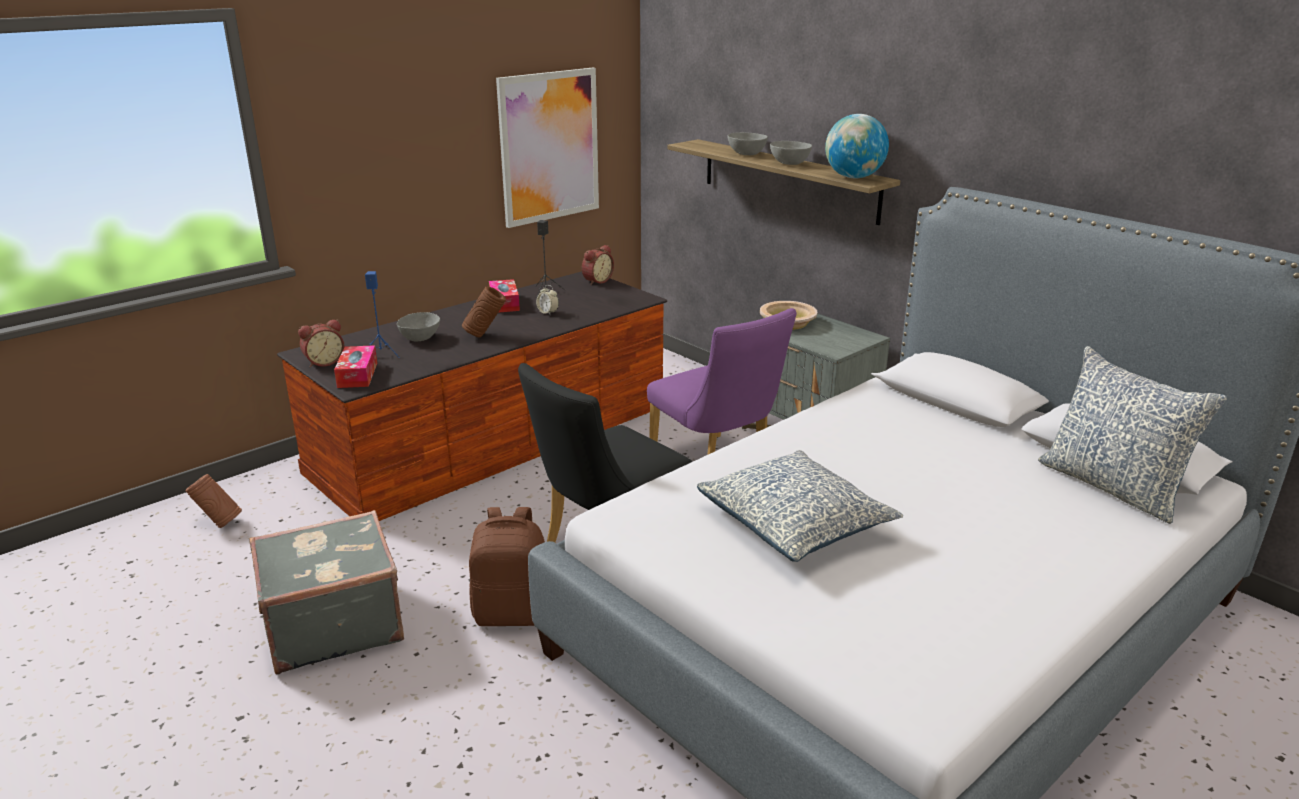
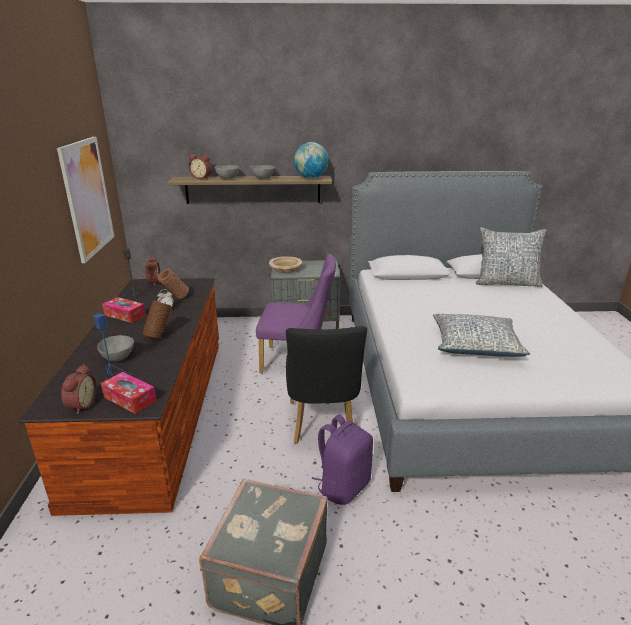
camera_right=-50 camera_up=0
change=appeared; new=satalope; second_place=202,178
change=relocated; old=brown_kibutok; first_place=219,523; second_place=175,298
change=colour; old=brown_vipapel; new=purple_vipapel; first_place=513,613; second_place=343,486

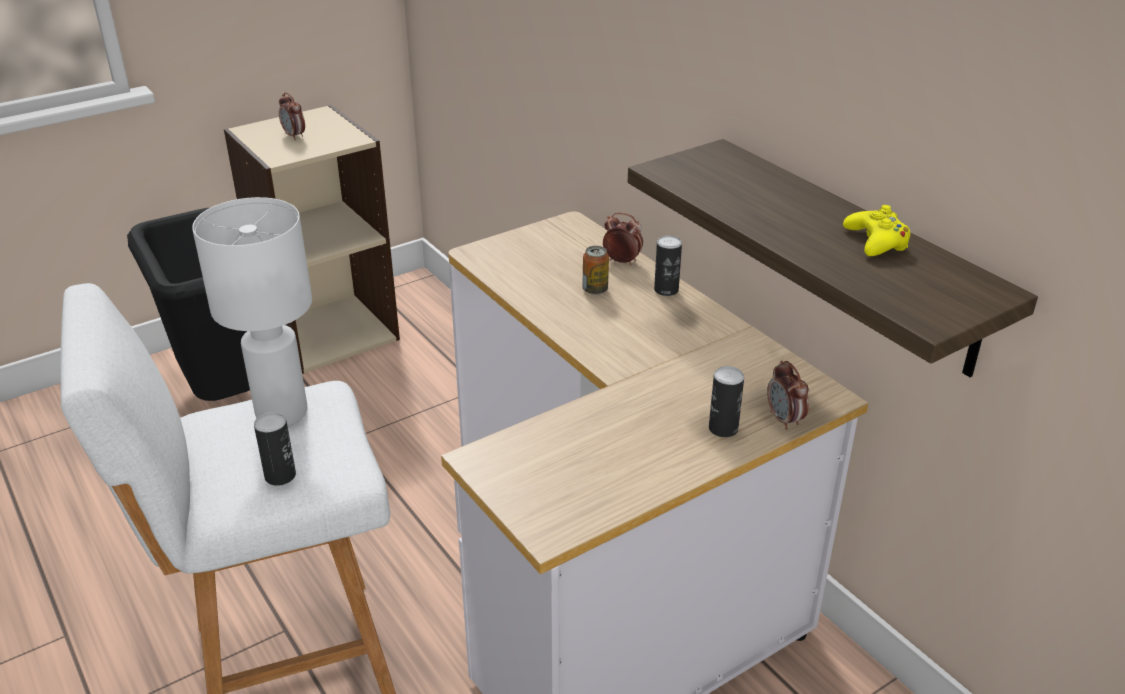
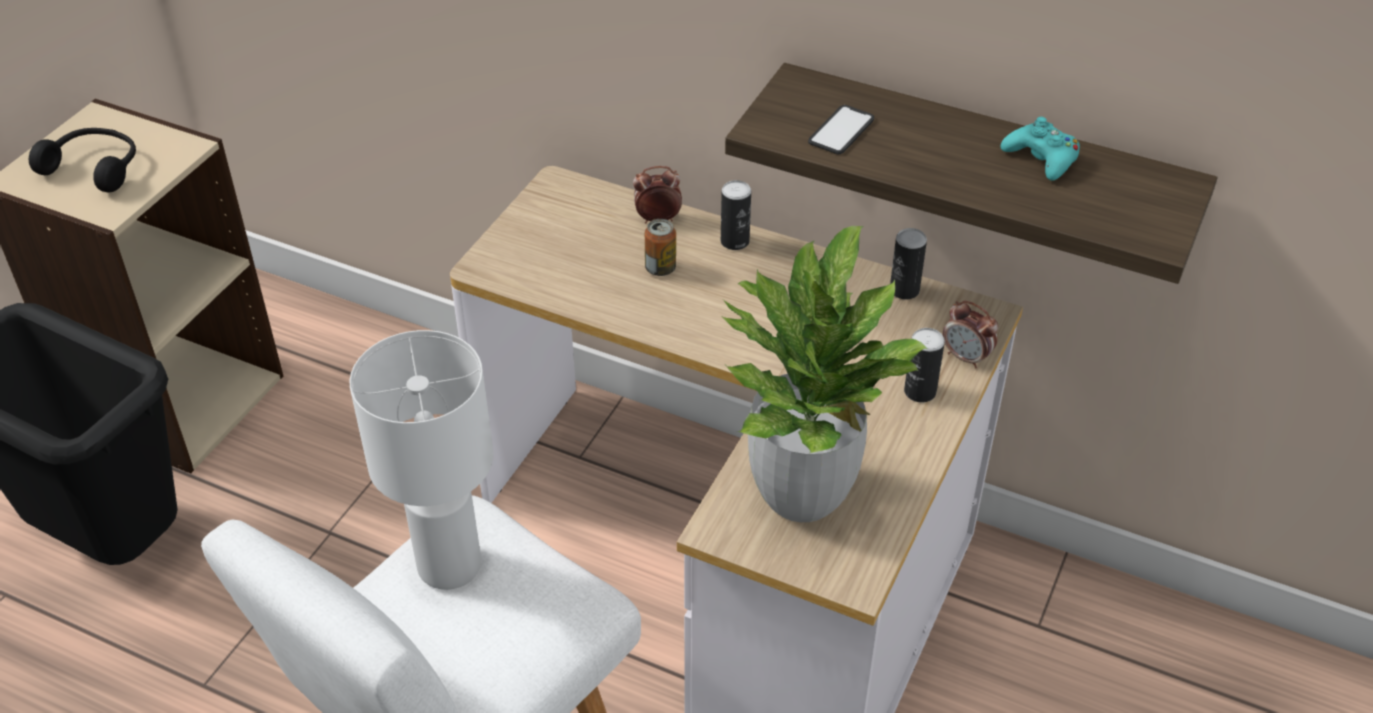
camera_right=-30 camera_up=10
change=appeared; new=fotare; second_place=801,494
change=appeared; new=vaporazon; second_place=841,131
change=relocated; old=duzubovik; first_place=280,476; second_place=904,290
change=exchanged; old=satalope; new=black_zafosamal; first_place=294,136; second_place=95,167
change=colour; old=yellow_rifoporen; new=turquoise_rifoporen; first_place=876,242; second_place=1042,158

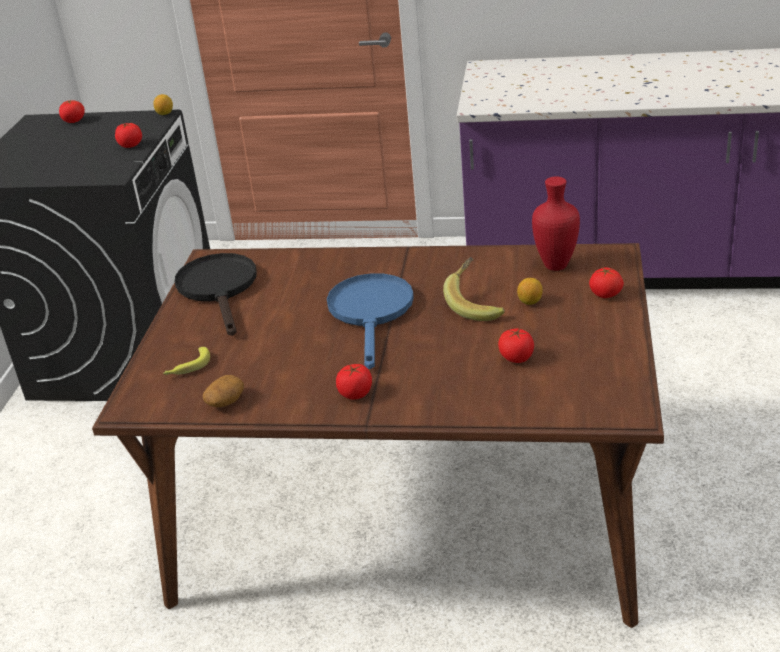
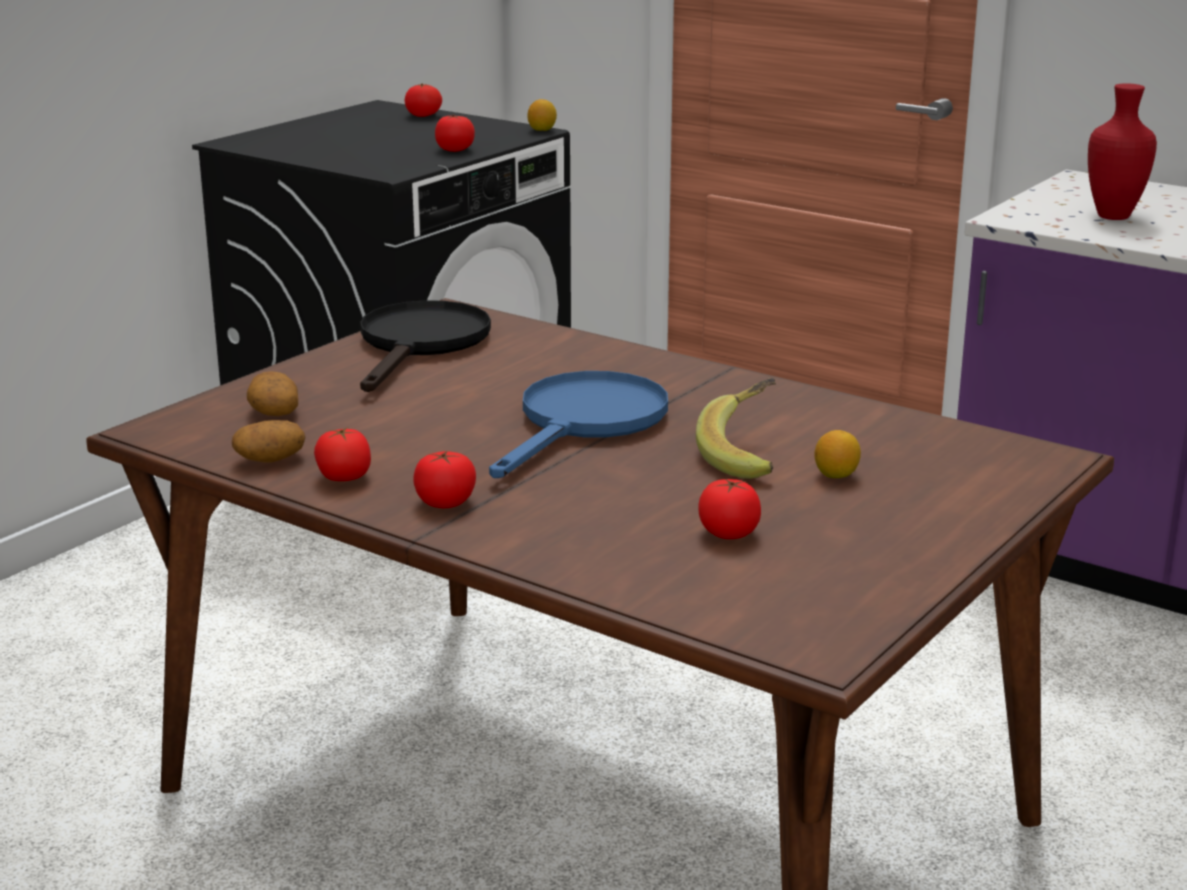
camera_right=25 camera_up=-10
change=relocated; old=red_kibutok; first_place=554,266; second_place=1111,216
change=relocated; old=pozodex; first_place=605,294; second_place=344,477
change=exchanged; old=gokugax; new=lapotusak; first_place=188,367; second_place=273,411

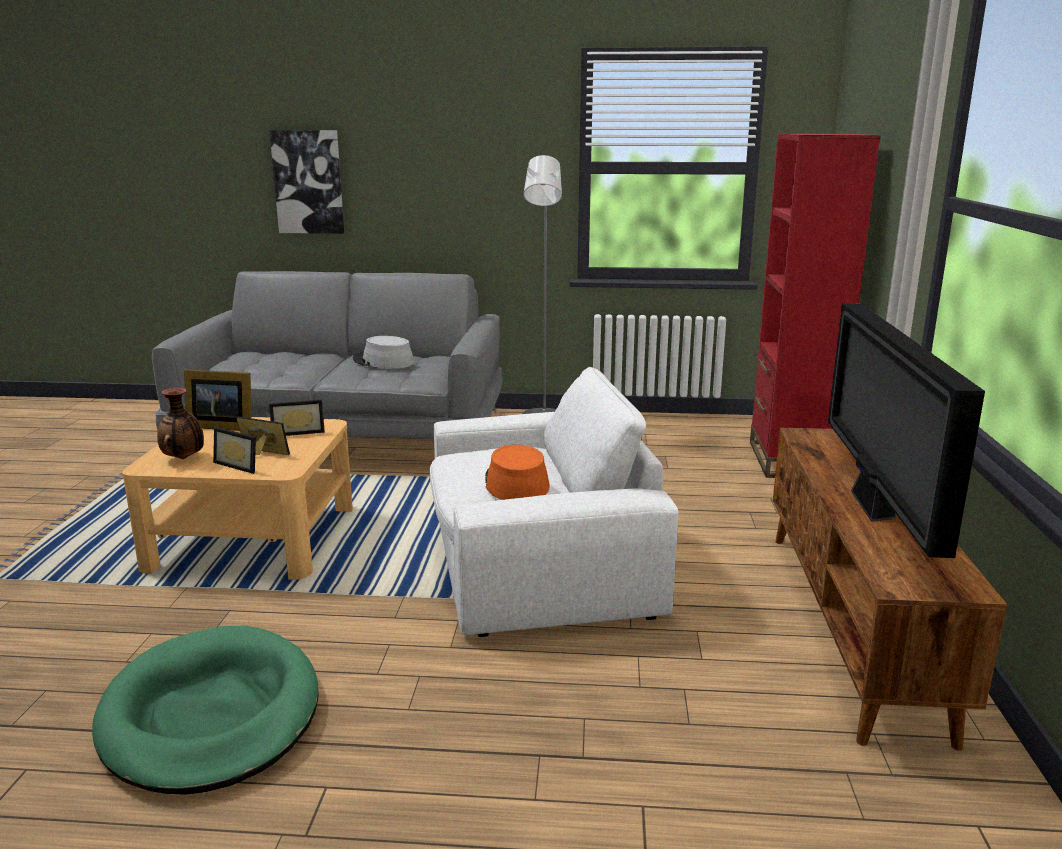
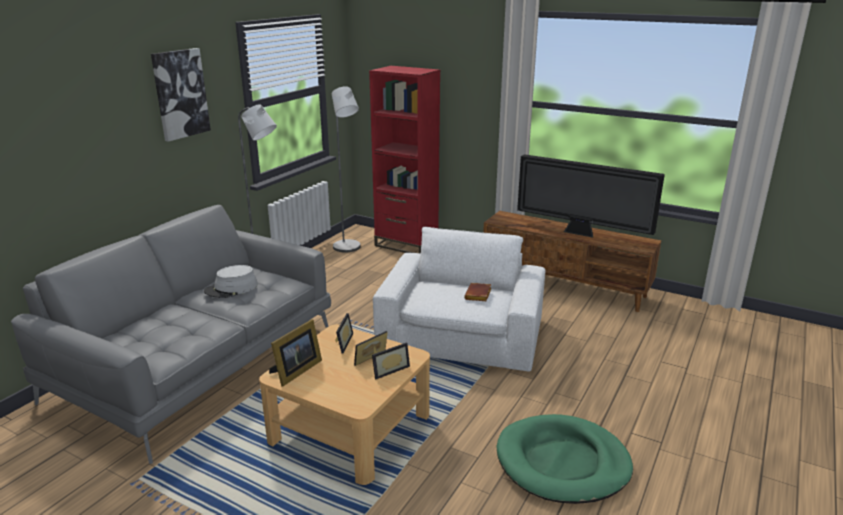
camera_right=-65 camera_up=5
change=missing; old=kibutok; first_place=184,458
change=appeared; new=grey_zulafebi; second_place=349,248
change=relocated; old=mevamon; first_place=308,182; second_place=180,94
change=exchanged; old=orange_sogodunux; new=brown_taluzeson; first_place=515,483; second_place=479,295

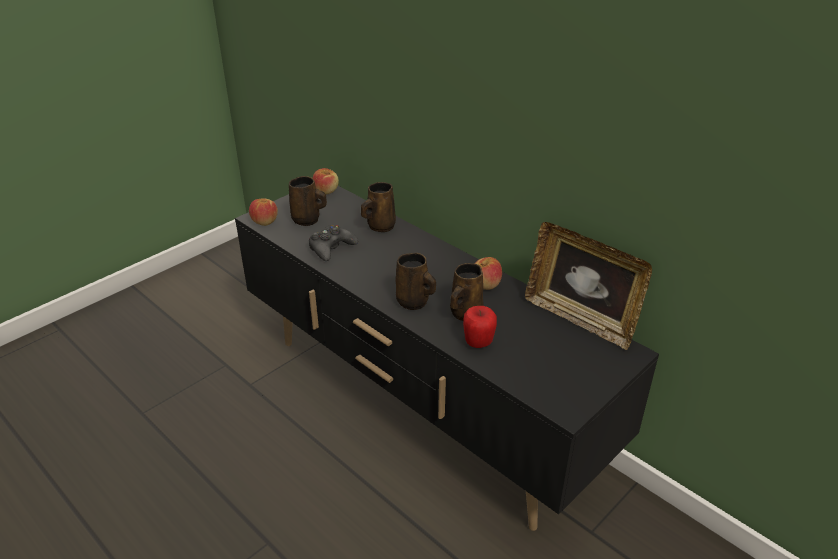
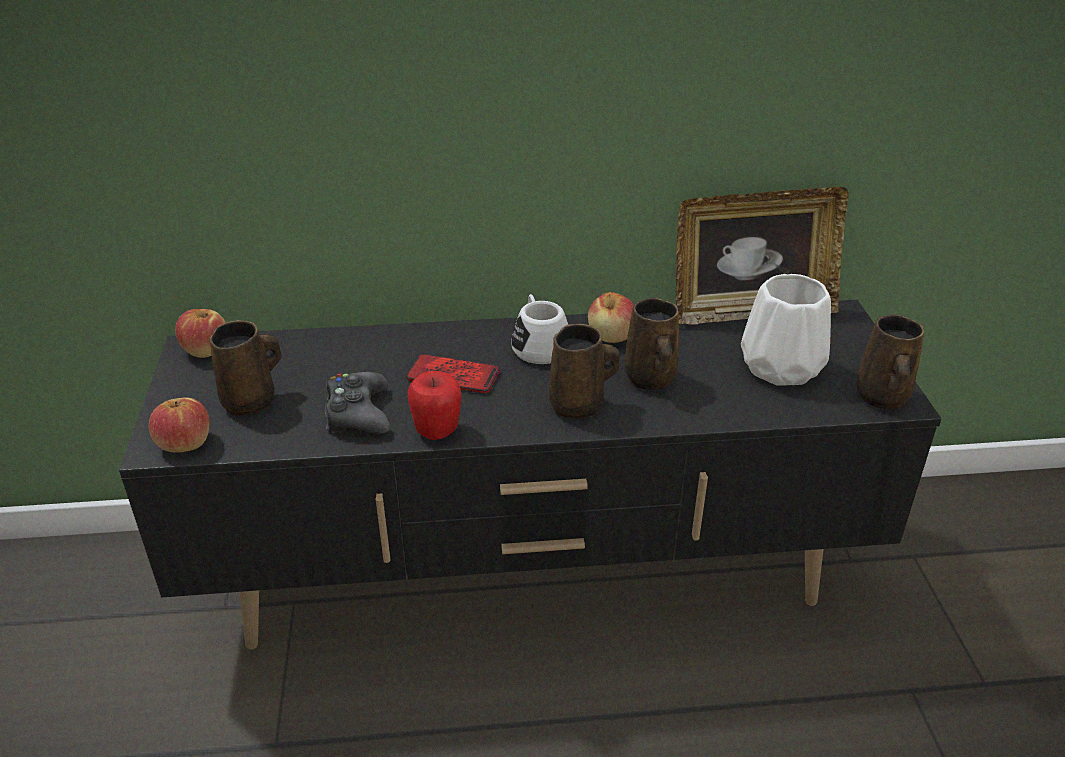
camera_right=-50 camera_up=0
change=appeared; new=vaporazon; second_place=453,375
change=appeared; new=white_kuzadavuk; second_place=539,345
change=appeared; new=white_kibutok; second_place=782,366
change=relocated; old=brown_kuzadavuk; first_place=380,226; second_place=882,398
change=relocated; old=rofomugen; first_place=478,343; second_place=437,431

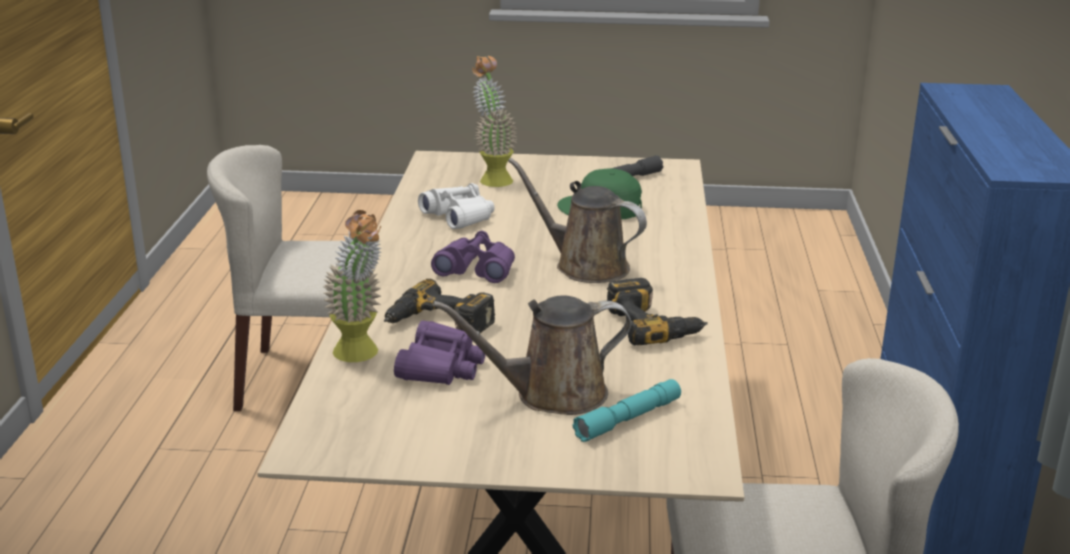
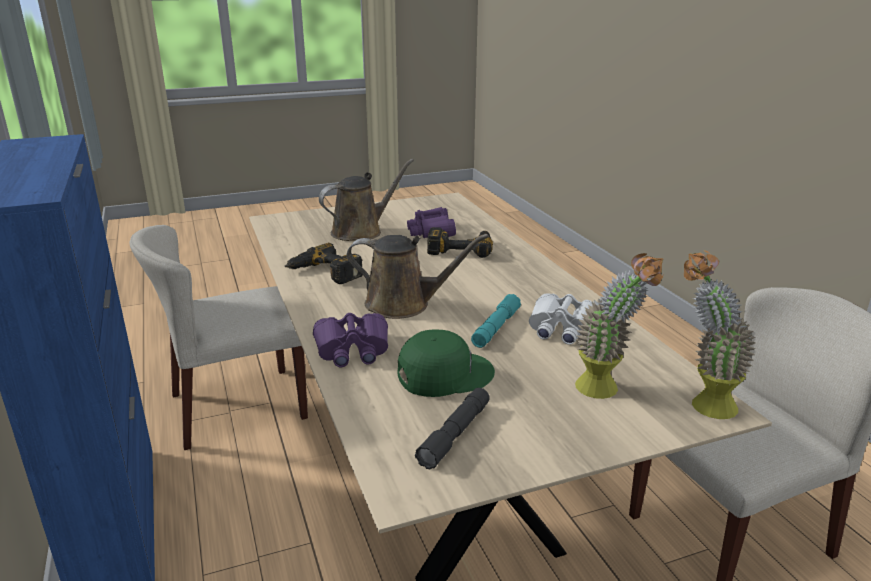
camera_right=155 camera_up=0
change=relocated; old=fotare; first_place=361,356; second_place=702,403
change=relocated; old=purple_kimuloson; first_place=476,270; second_place=352,350
change=relocated; old=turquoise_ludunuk; first_place=628,419; second_place=496,328

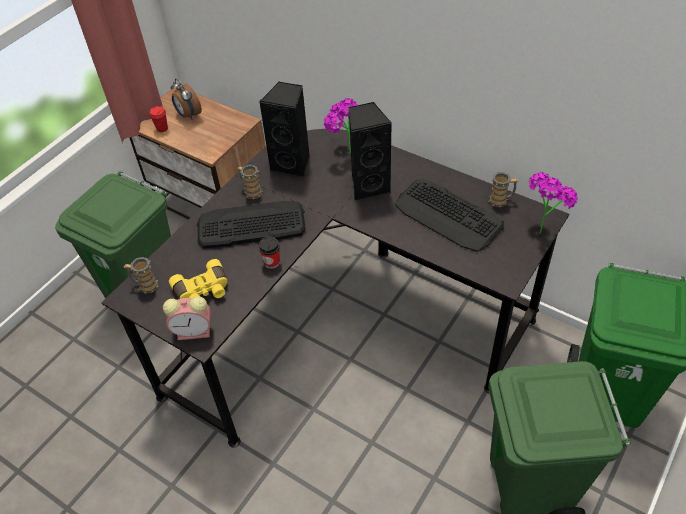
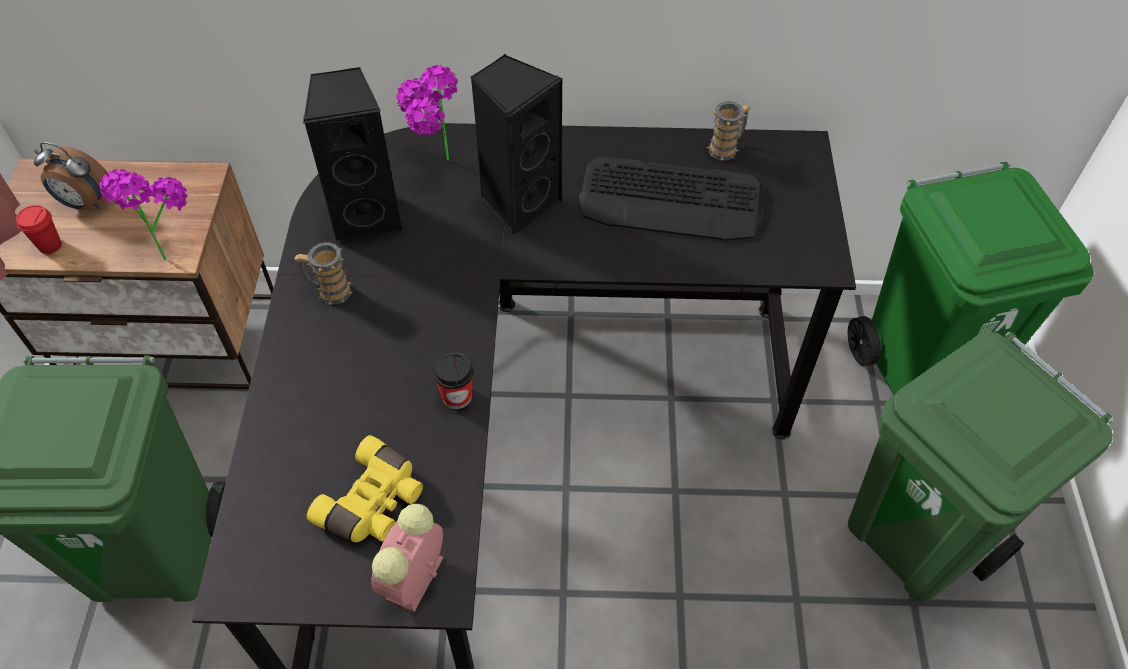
camera_right=-35 camera_up=5
change=missing; old=kuzadavuk; first_place=145,285
change=missing; old=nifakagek; first_place=251,225
change=relocated; old=fotare; first_place=542,226; second_place=166,248
change=spun; old=satalope; first_place=195,331; second_place=414,581; degrees=150

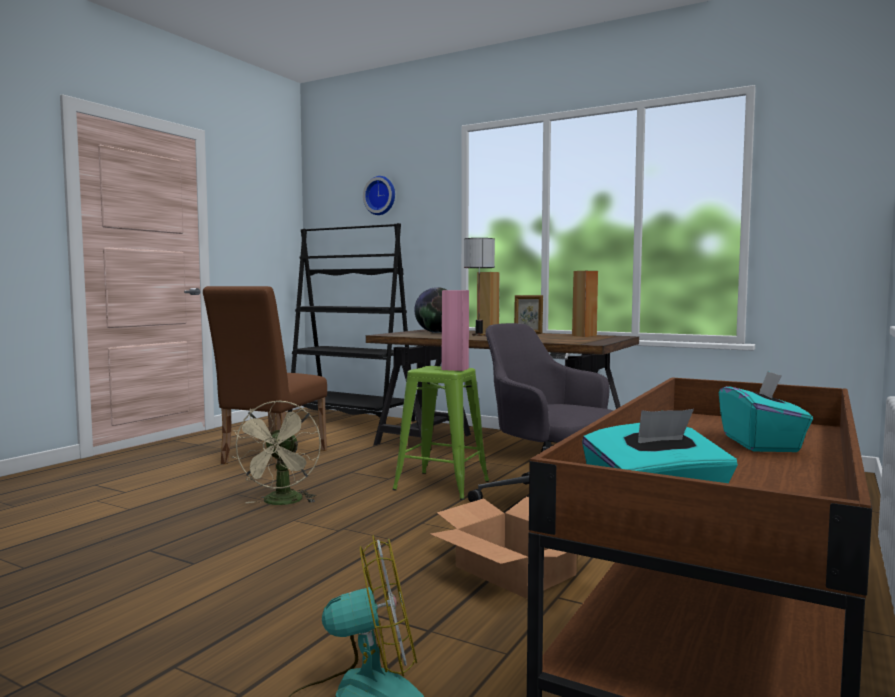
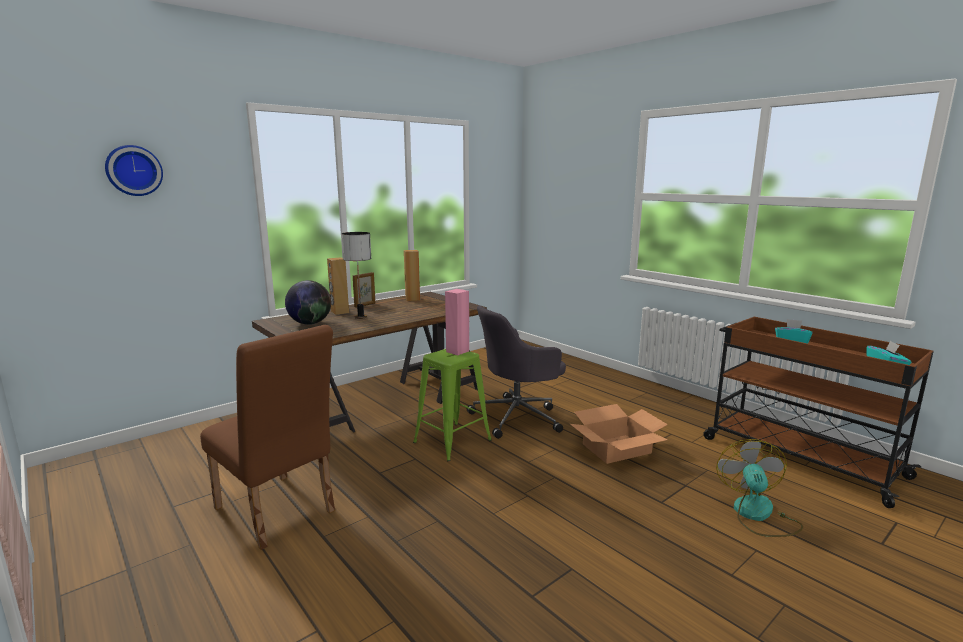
camera_right=-70 camera_up=10
change=missing; old=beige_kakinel; first_place=282,503
change=missing; old=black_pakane; first_place=351,420

